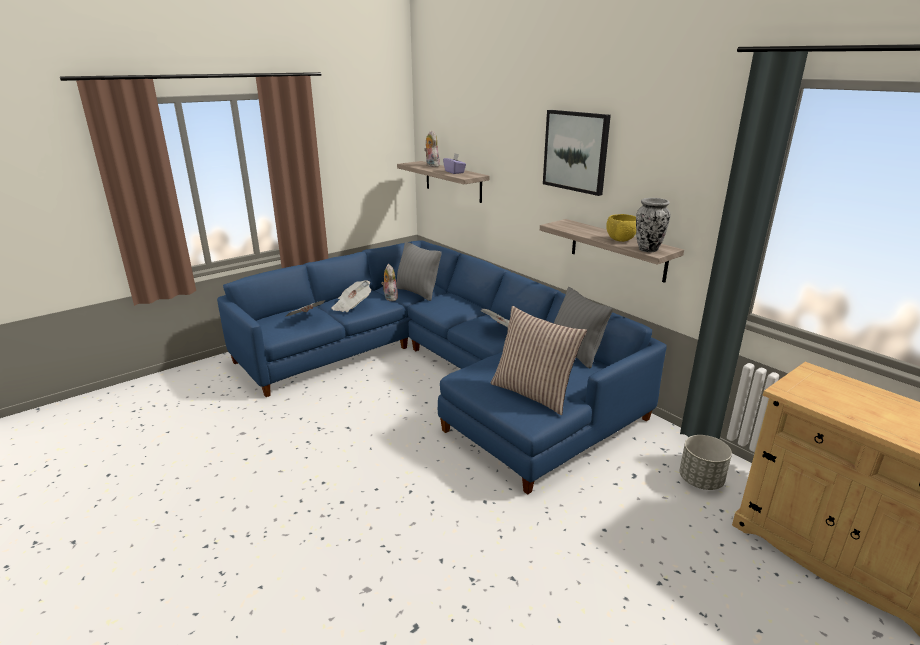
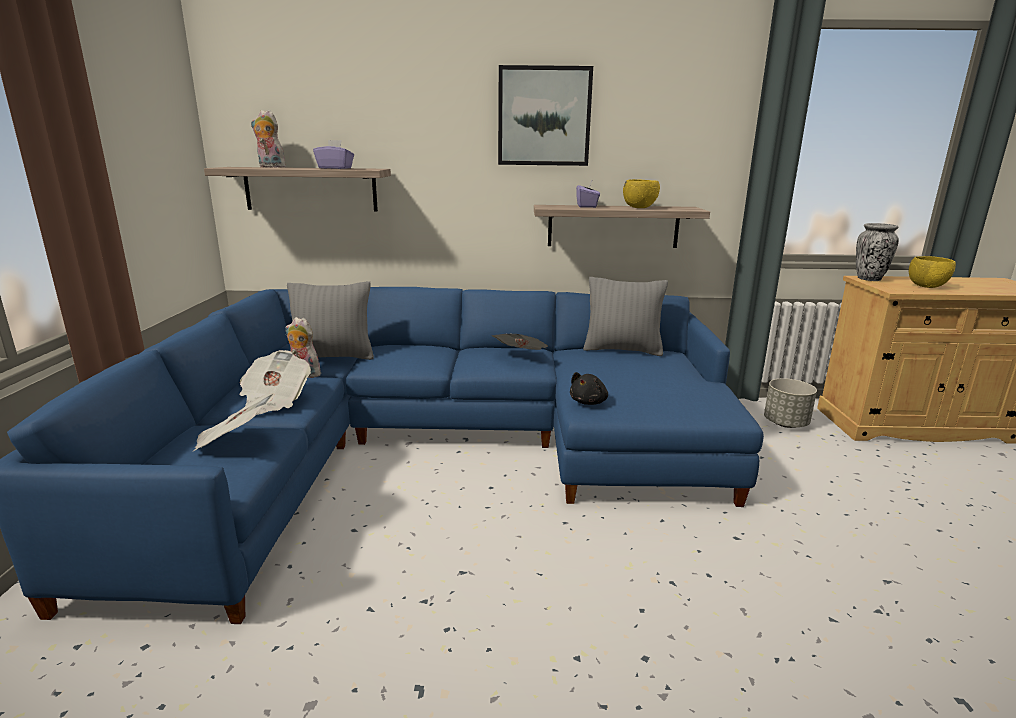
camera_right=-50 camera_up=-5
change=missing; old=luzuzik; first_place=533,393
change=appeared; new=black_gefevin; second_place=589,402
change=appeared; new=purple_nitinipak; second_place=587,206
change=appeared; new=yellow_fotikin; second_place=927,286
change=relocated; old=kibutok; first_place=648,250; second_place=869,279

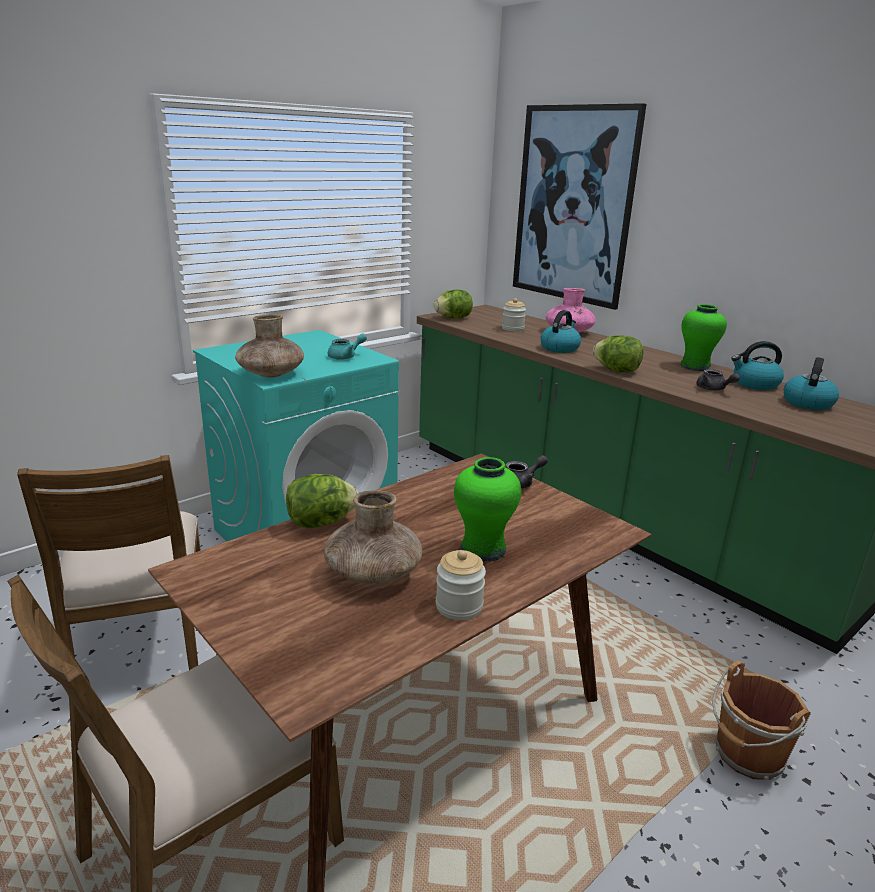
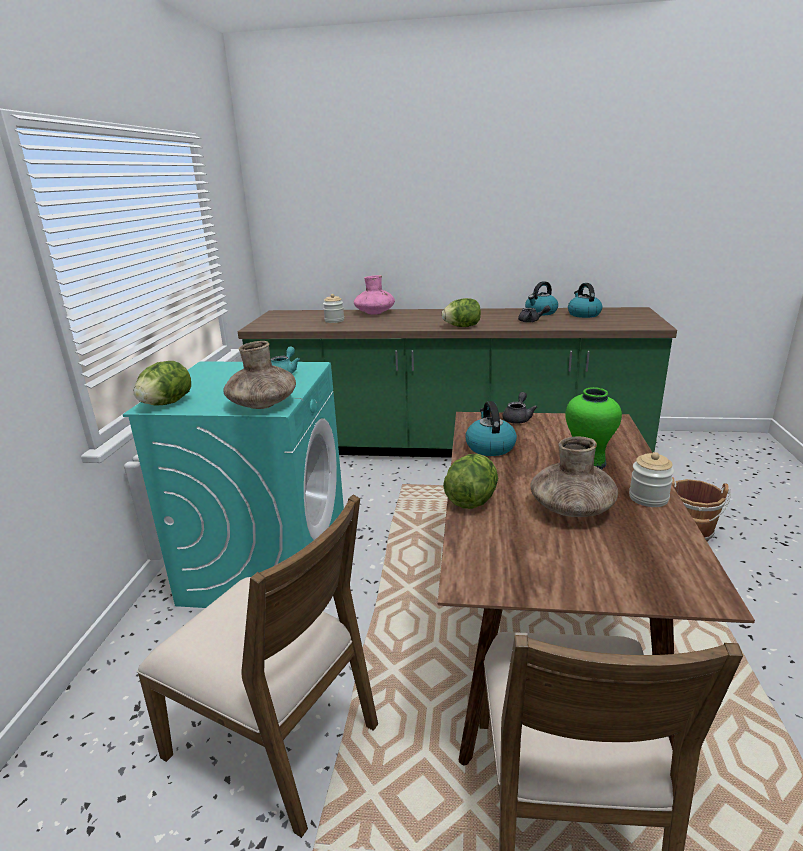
camera_right=-40 camera_up=0
change=missing; old=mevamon; first_place=573,205
change=missing; old=green_kibutok; first_place=695,366
change=relocated; old=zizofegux; first_place=453,318; second_place=166,403
change=relocated; old=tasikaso; first_place=559,348; second_place=489,447

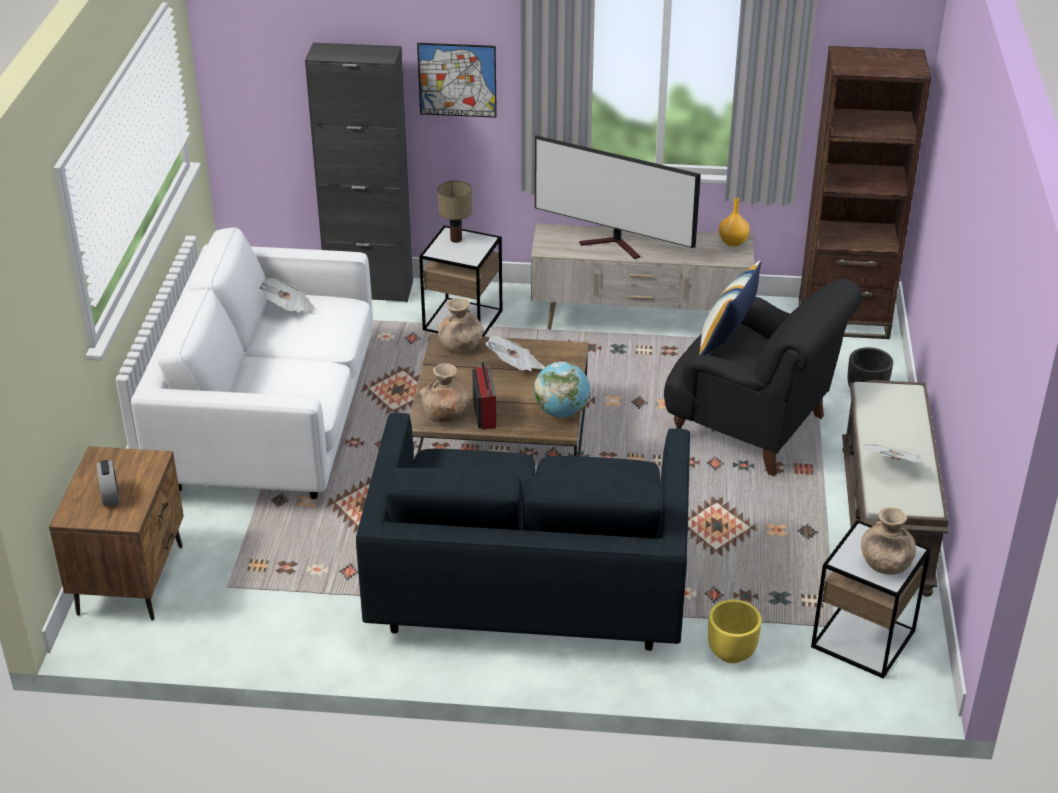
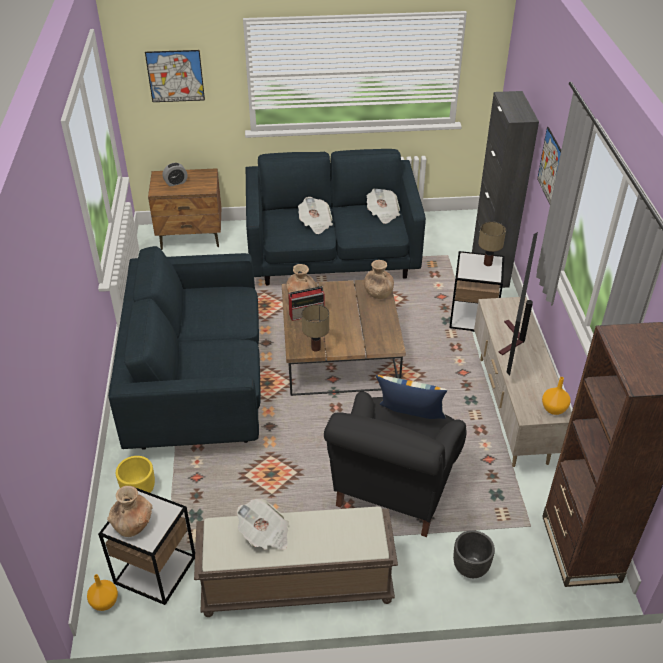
camera_right=80 camera_up=5
change=appeared; new=orange_kibutok; second_place=104,602
change=appeared; new=mevamon; second_place=175,76
change=relocated; old=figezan; first_place=515,367; second_place=315,223
change=exchanged; old=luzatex; new=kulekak; first_place=561,412; second_place=316,348
change=colour; old=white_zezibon; new=blue_zezibon; first_place=271,424; second_place=332,256

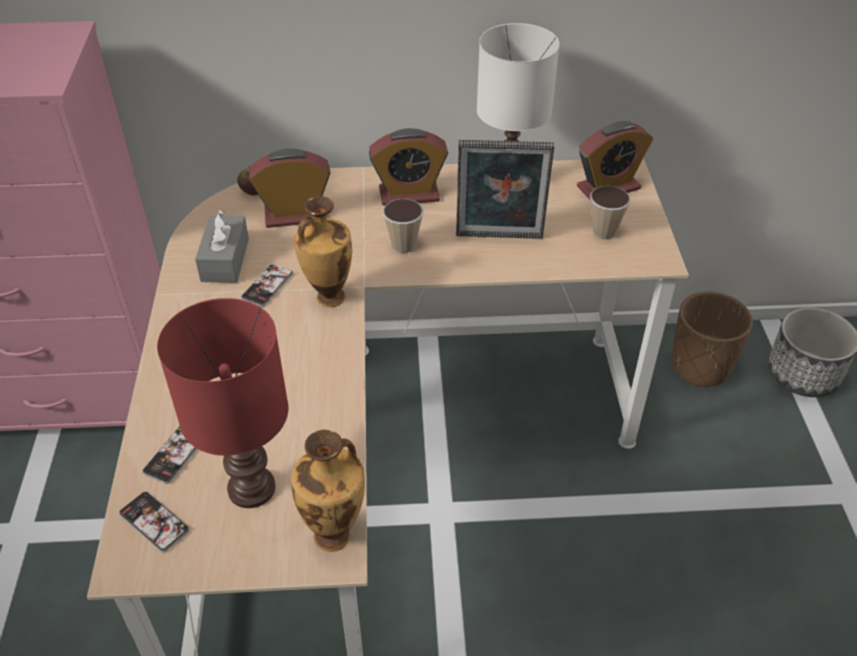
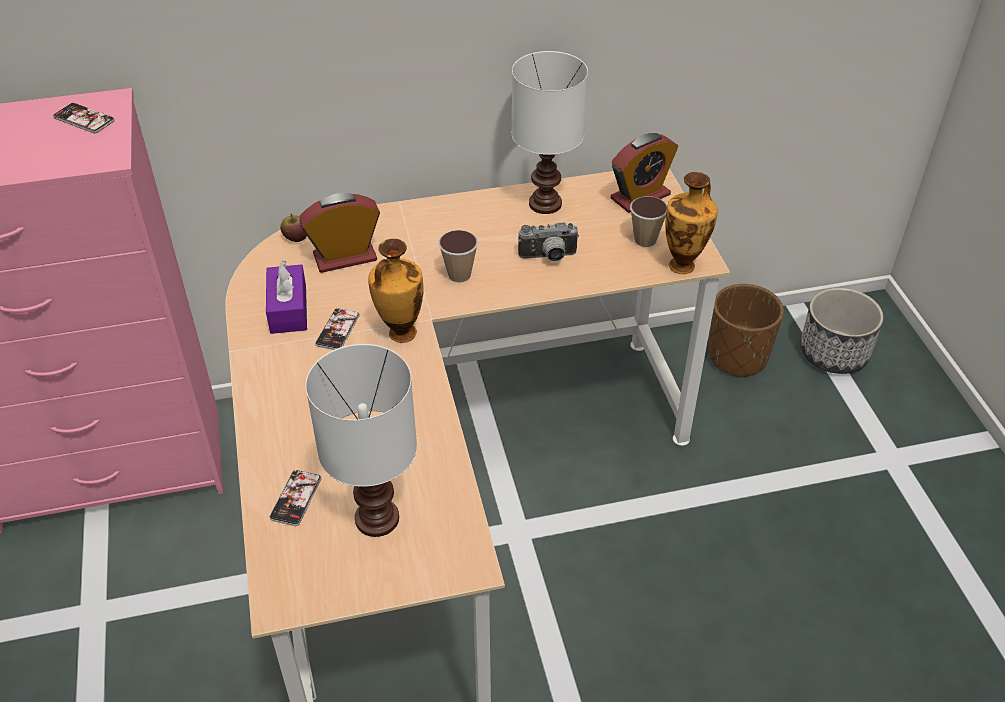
camera_right=-10 camera_up=0
change=missing; old=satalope; first_place=409,195
change=relocated; old=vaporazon; first_place=154,522; second_place=84,119
change=relocated; old=kibutok; first_place=335,535; second_place=683,265
change=exchanged; old=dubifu; new=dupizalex; first_place=499,238; second_place=548,257
change=colour; old=red_kulekak; new=white_kulekak; first_place=249,489; second_place=375,519
change=colour; old=grey_nitinipak; new=purple_nitinipak; first_place=225,260; second_place=288,309

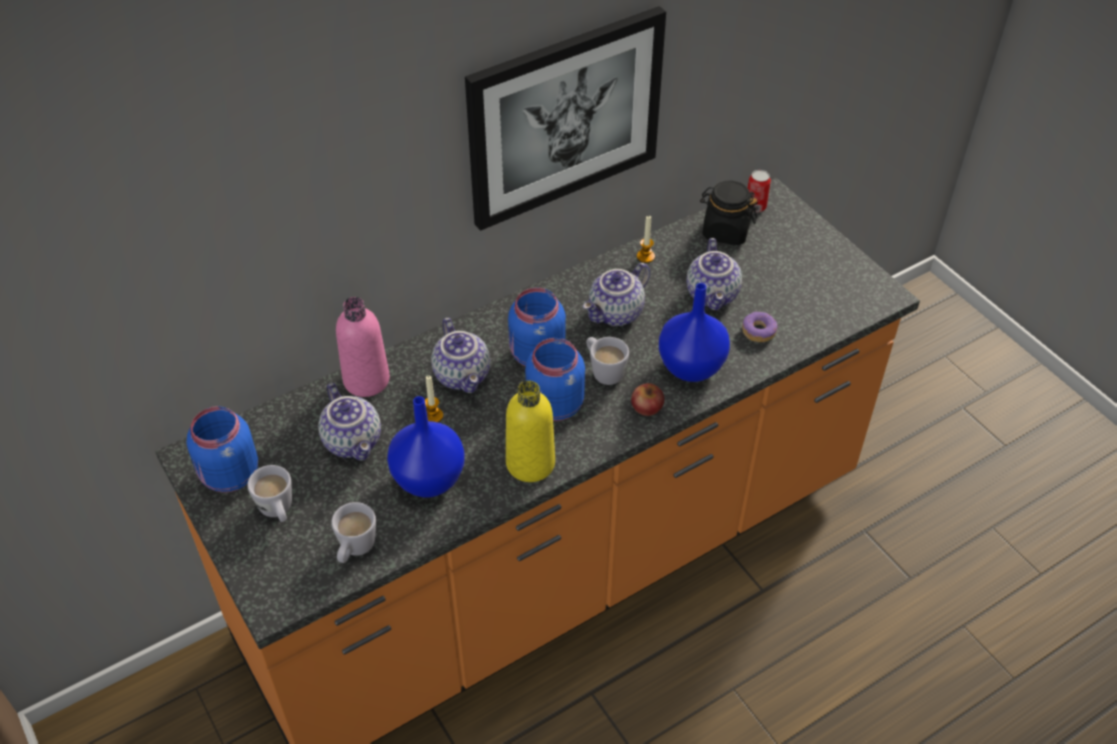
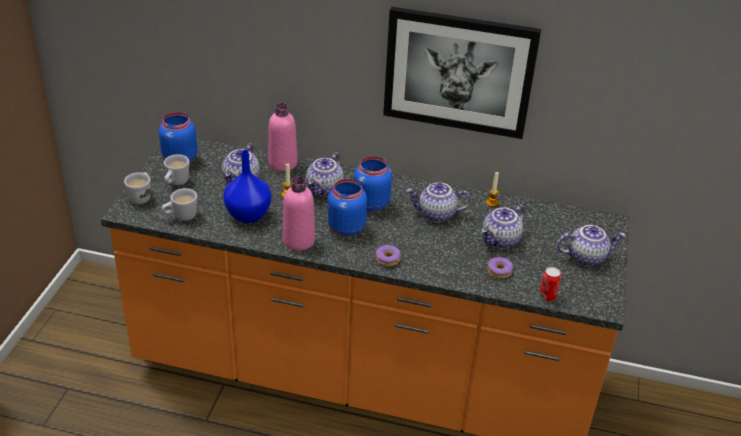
camera_right=45 camera_up=-10
change=missing; old=blue_kibutok; first_place=692,367
change=missing; old=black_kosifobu; first_place=725,231
change=appeared; new=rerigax; second_place=586,257
change=relocated; old=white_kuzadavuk; first_place=603,371; second_place=141,196
change=relocated; old=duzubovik; first_place=755,206; second_place=547,296
change=exchanged; old=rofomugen; new=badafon; first_place=647,407; second_place=388,259
change=colour; old=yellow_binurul; new=pink_binurul; first_place=530,463; second_place=299,241

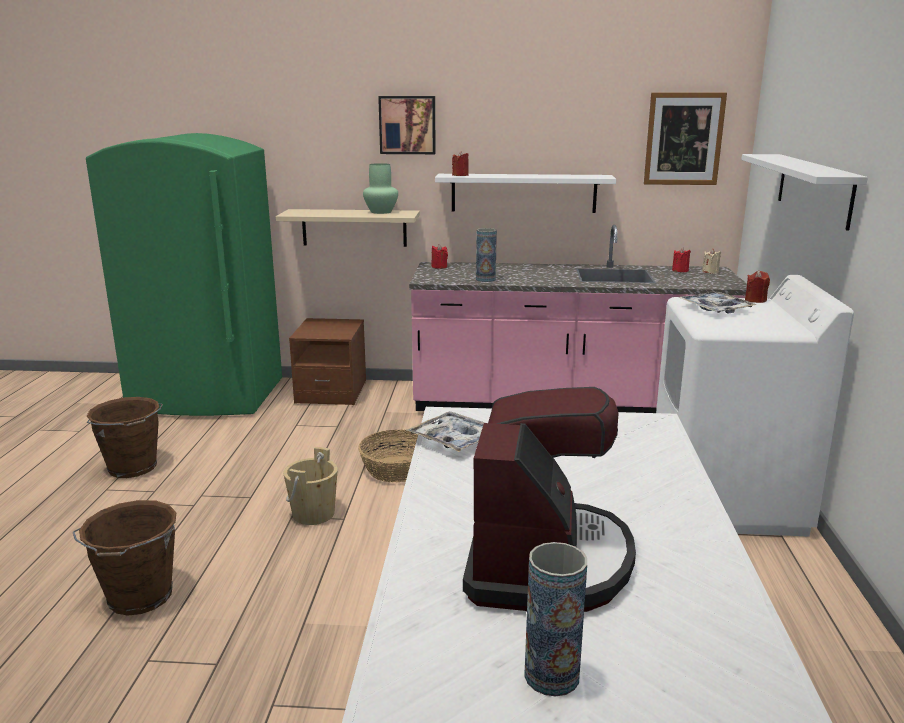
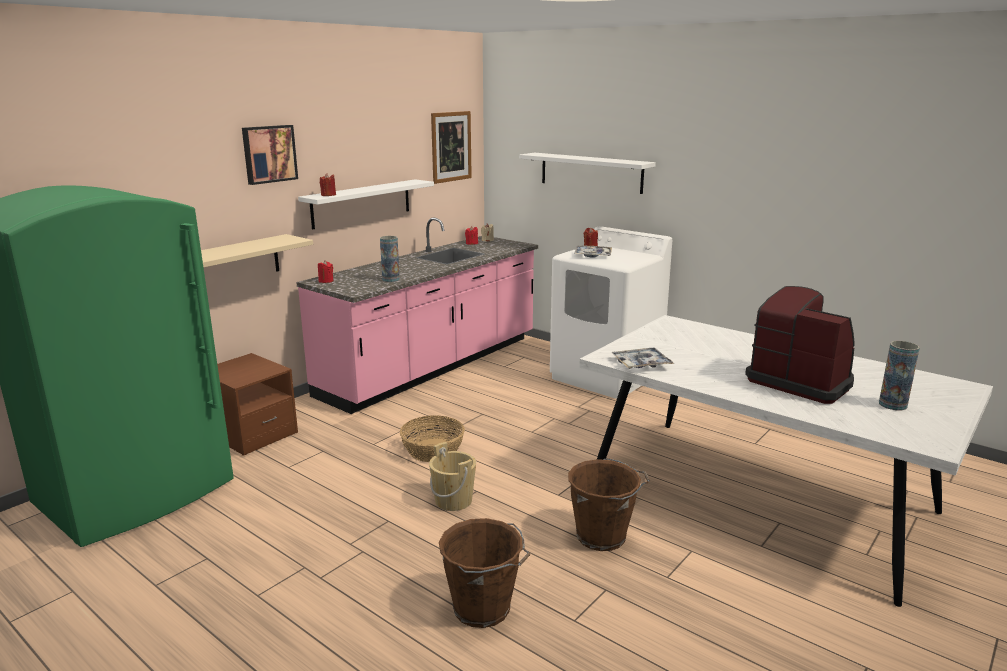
camera_right=-55 camera_up=0
change=missing; old=green_kibutok; first_place=380,212
change=relocated; old=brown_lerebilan; first_place=133,468; second_place=603,536

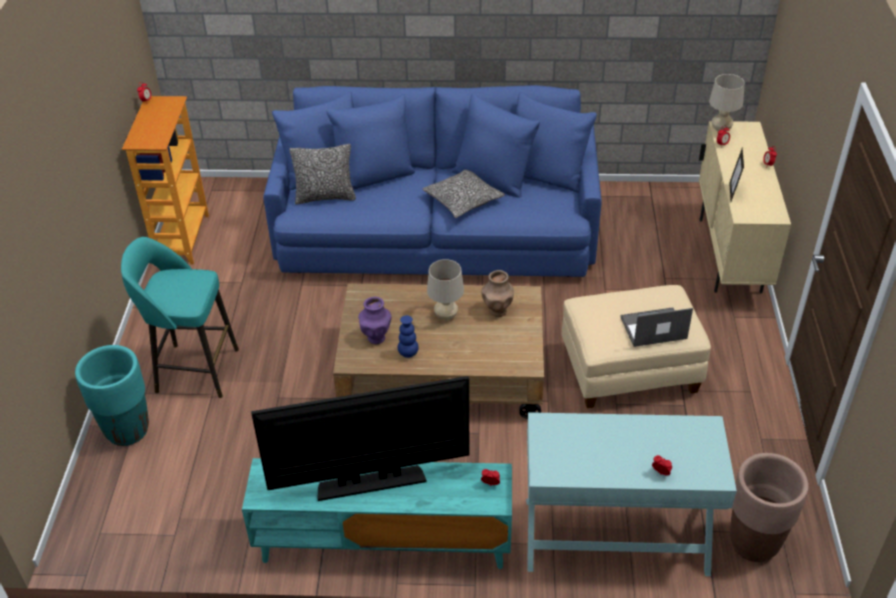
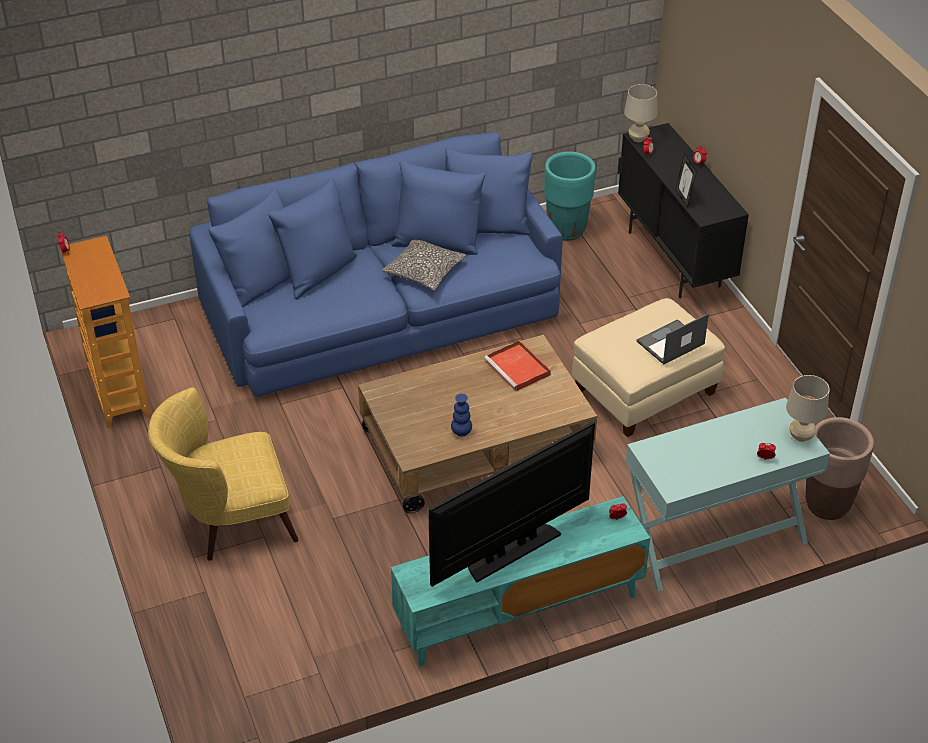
camera_right=-25 camera_up=0
change=missing; old=luzuzik; first_place=325,197
change=missing; old=purple_kibutok; first_place=376,337
change=relocated; old=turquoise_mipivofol; first_place=127,430; second_place=566,230
change=relocated; old=beige_kulekak; first_place=446,316; second_place=801,436
change=exchanged; old=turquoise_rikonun; new=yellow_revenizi; first_place=194,370; second_place=229,520
change=exchanged; old=brown_kibutok; new=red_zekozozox; first_place=497,310; second_place=518,368
change=colour; old=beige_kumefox; new=black_kumefox; first_place=729,256; second_place=674,259

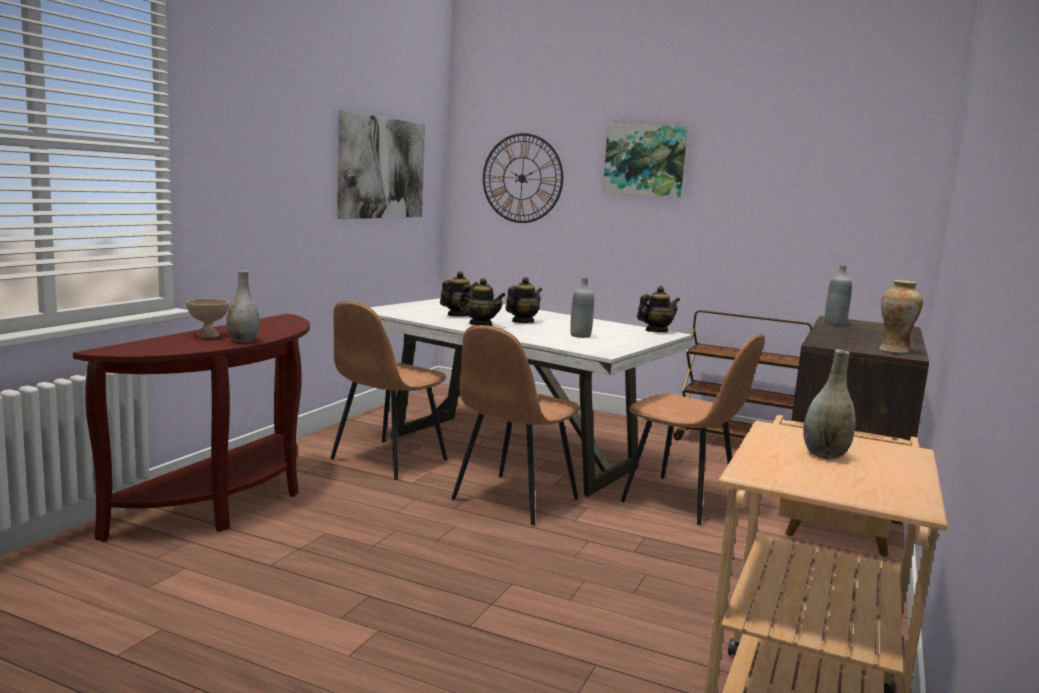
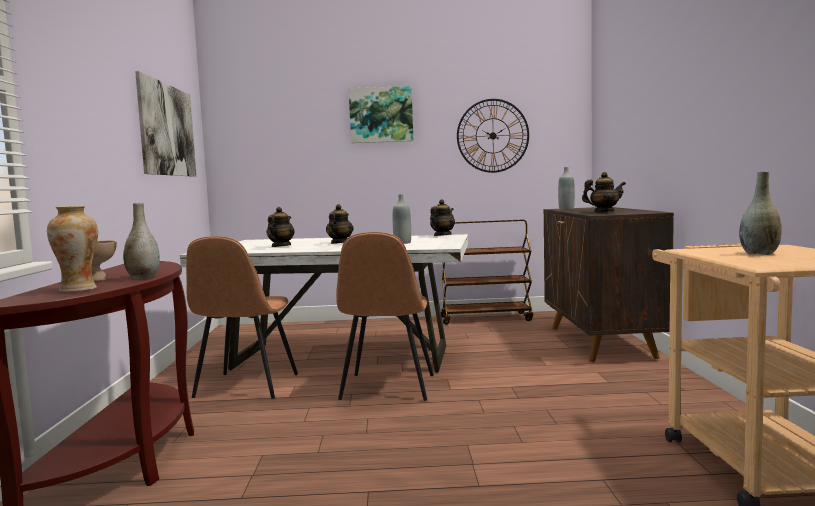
camera_right=-25 camera_up=-5
change=missing; old=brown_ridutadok; first_place=682,501
change=relocated; old=rerigax; first_place=480,325; second_place=603,212
change=relocated; old=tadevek; first_place=522,178; second_place=492,135
change=relocated; old=kibutok; first_place=894,351; second_place=78,289

